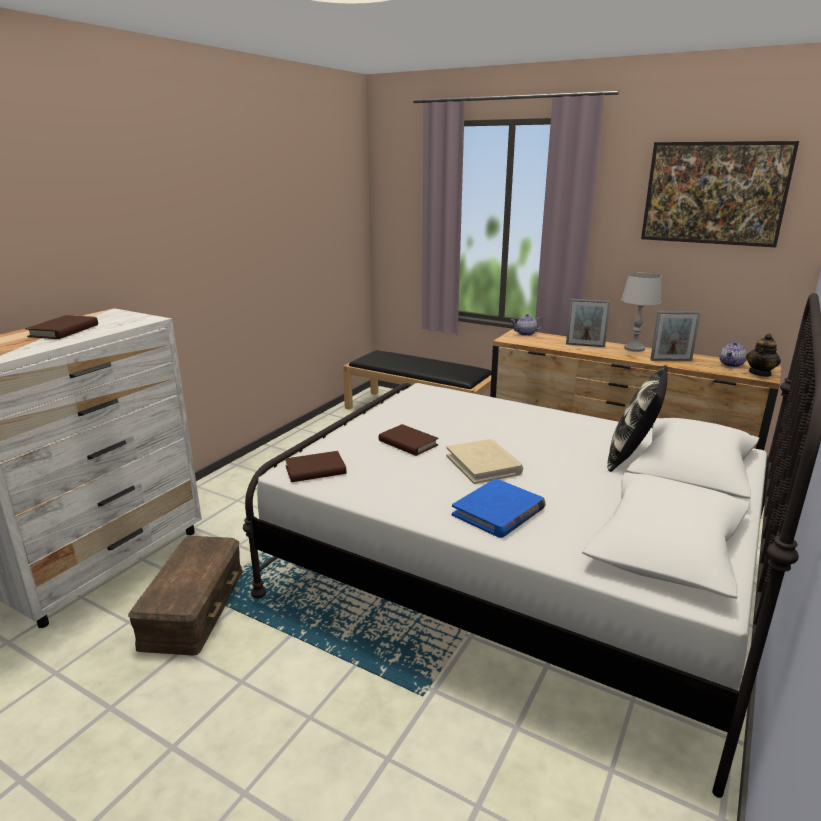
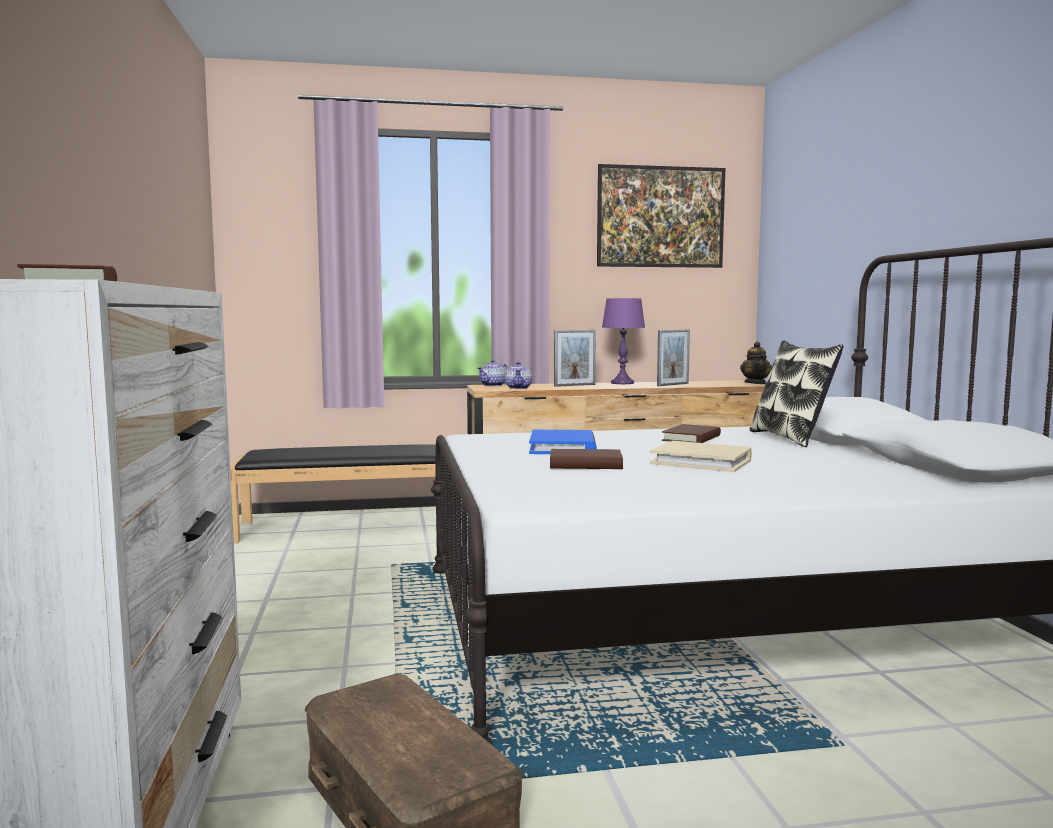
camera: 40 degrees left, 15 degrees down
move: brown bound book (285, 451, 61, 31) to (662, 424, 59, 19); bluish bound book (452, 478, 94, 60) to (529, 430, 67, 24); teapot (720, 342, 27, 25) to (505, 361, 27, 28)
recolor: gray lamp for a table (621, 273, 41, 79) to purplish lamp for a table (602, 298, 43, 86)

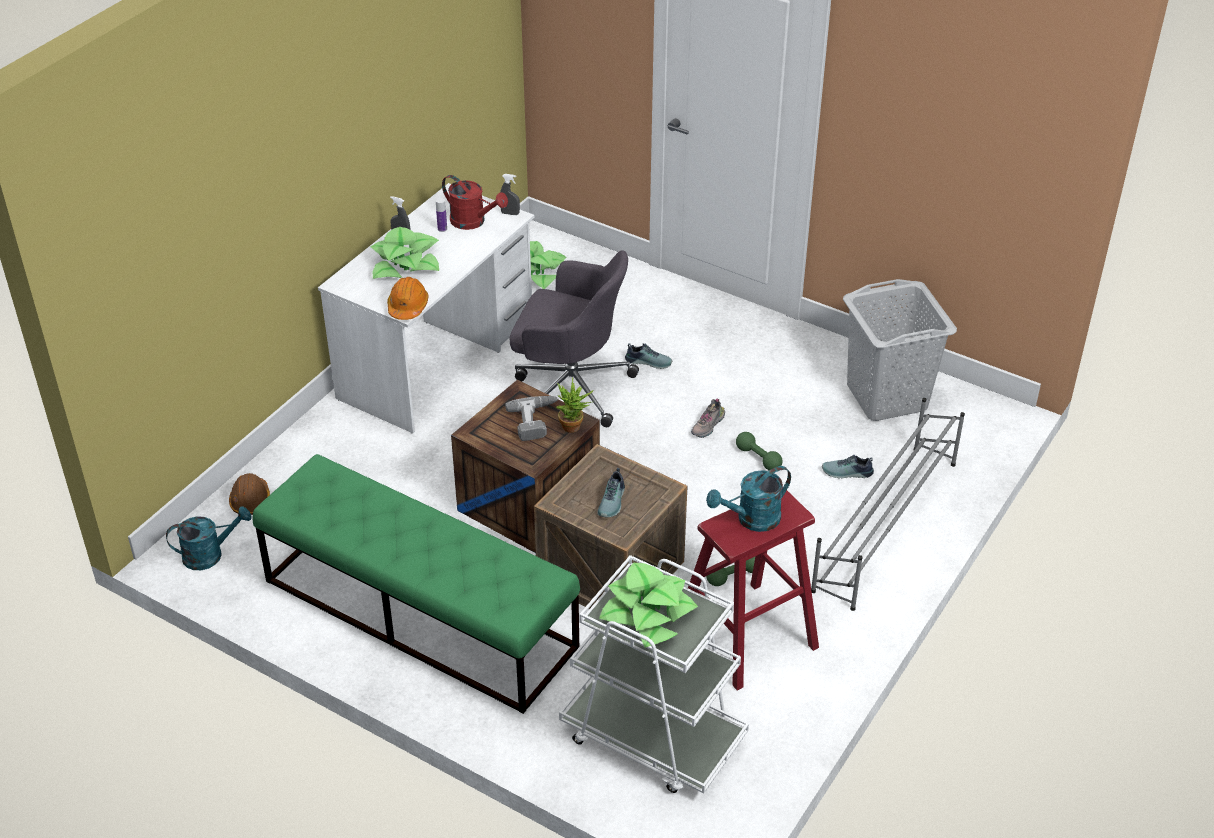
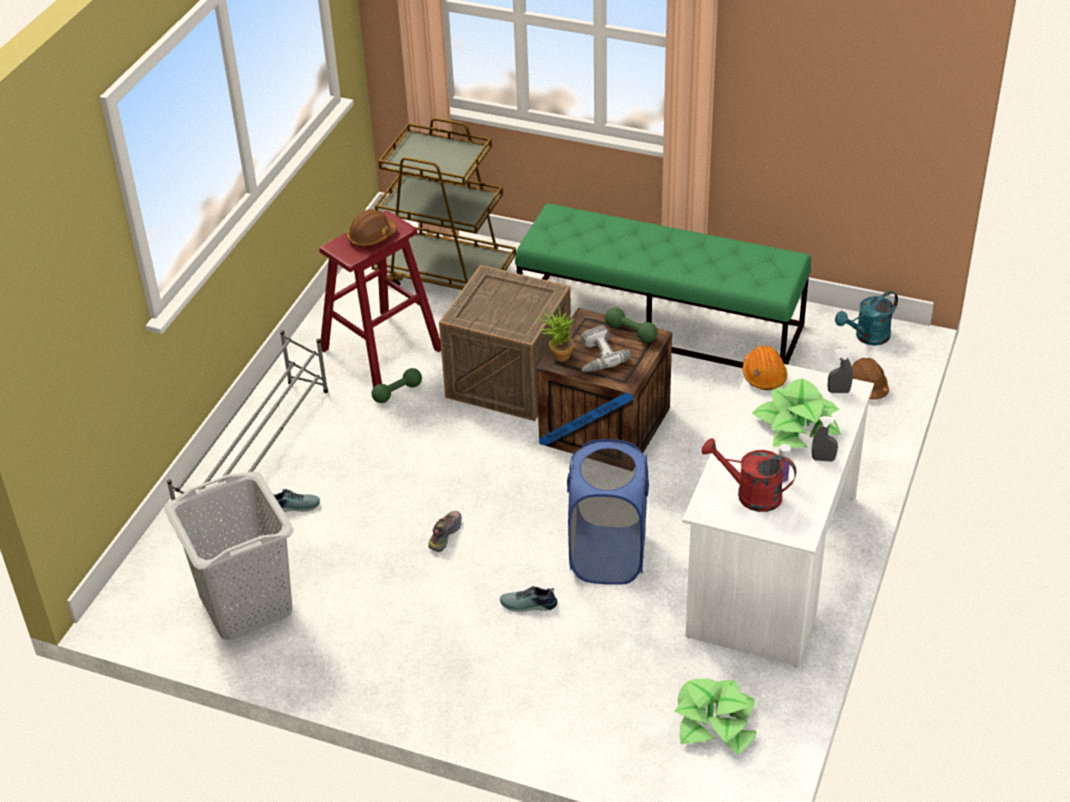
camera: 170 degrees right, 0 degrees up
delete: shoe (598, 468, 27, 50); plant in a pot (599, 563, 99, 85)
move: gray hand sprayer (500, 174, 20, 41) to (828, 349, 25, 44); greenish dumbbell (736, 432, 47, 38) to (605, 308, 53, 35)
replace: gray computer chair (510, 250, 129, 177) to bluish hamper (567, 439, 82, 146); turquoise sprinkling can (706, 466, 85, 66) to brown work helmet (347, 209, 50, 38)
recolor: white-coloured wheeled cart (559, 555, 190, 238) to brown wheeled cart (371, 118, 145, 172)

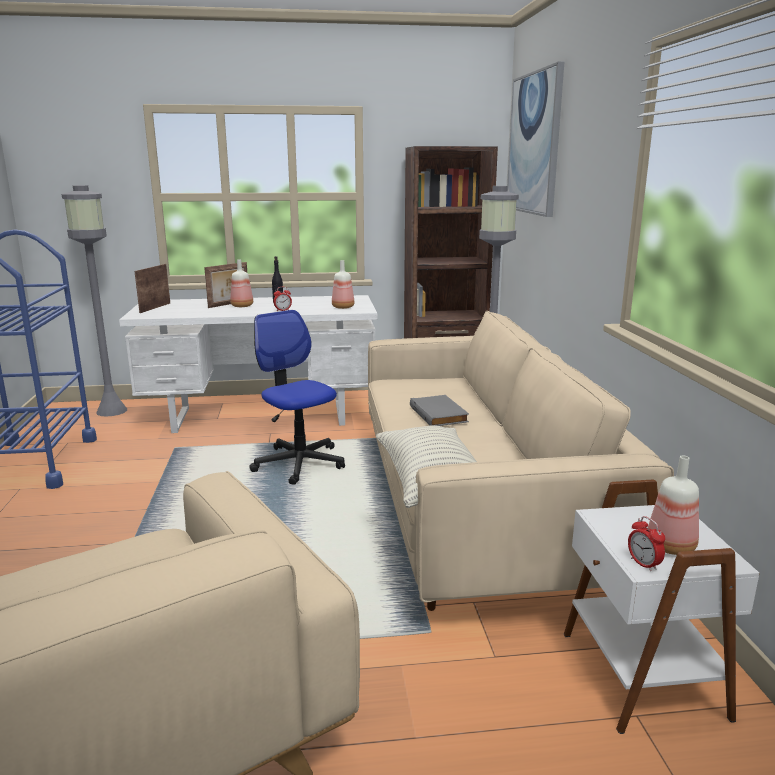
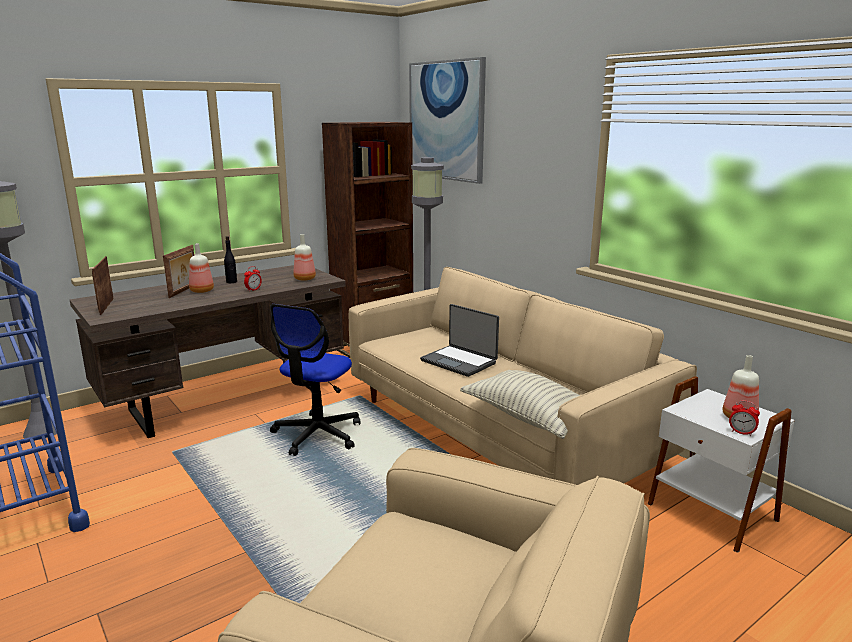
camera: 30 degrees left, 0 degrees up
replace: gray bound book (410, 395, 59, 31) to laptop (420, 304, 79, 73)
recolor: white-coloured desk table (119, 295, 258, 138) to brown desk table (70, 265, 276, 173)
rotate: computer chair (249, 310, 96, 175) = (270, 304, 90, 152) 90 degrees counterclockwise

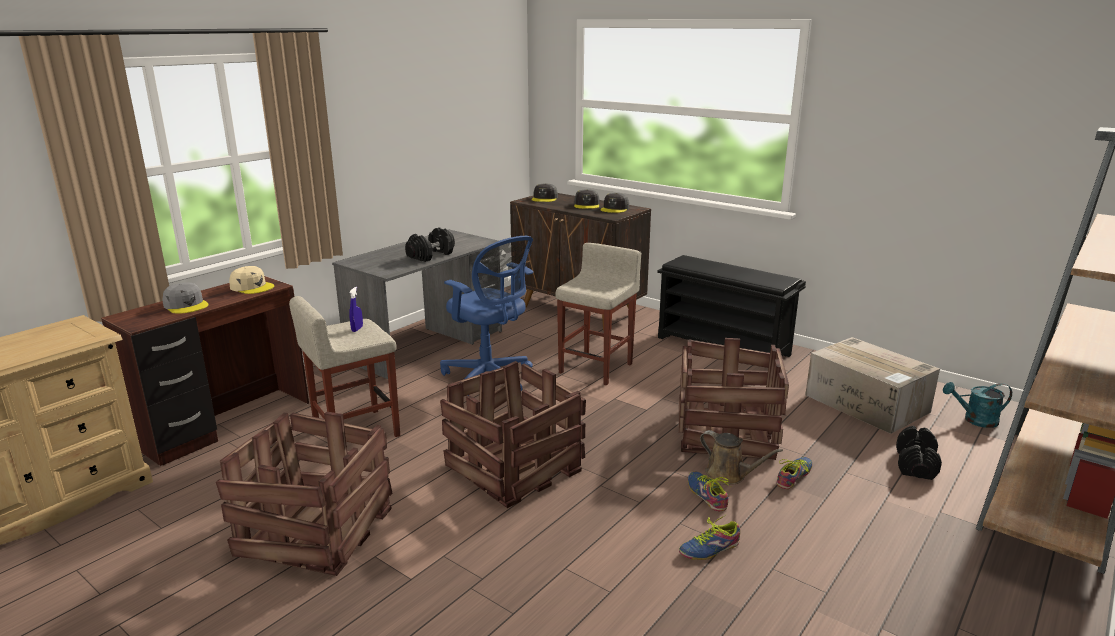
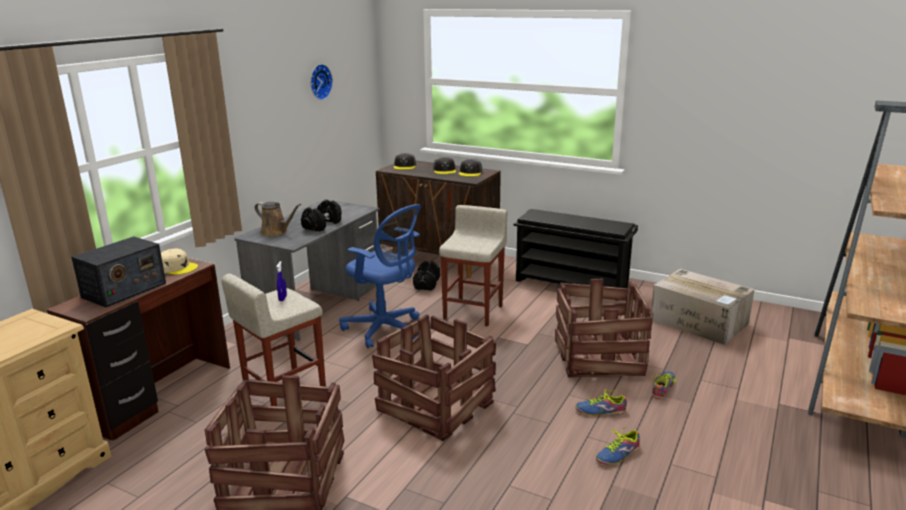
camera: 10 degrees left, 0 degrees up
delete: turquoise sprinkling can (943, 382, 69, 46)
insert: hanging clock (310, 64, 23, 36)
move: brown sprinkling can (700, 430, 83, 55) to (255, 202, 46, 35); black dumbbell (896, 426, 46, 54) to (413, 261, 27, 29)
replace: gray baseball cap (162, 282, 47, 32) to radio set (72, 237, 94, 71)
rotate: shoe (688, 471, 42, 40) = (575, 389, 52, 27) 60 degrees counterclockwise

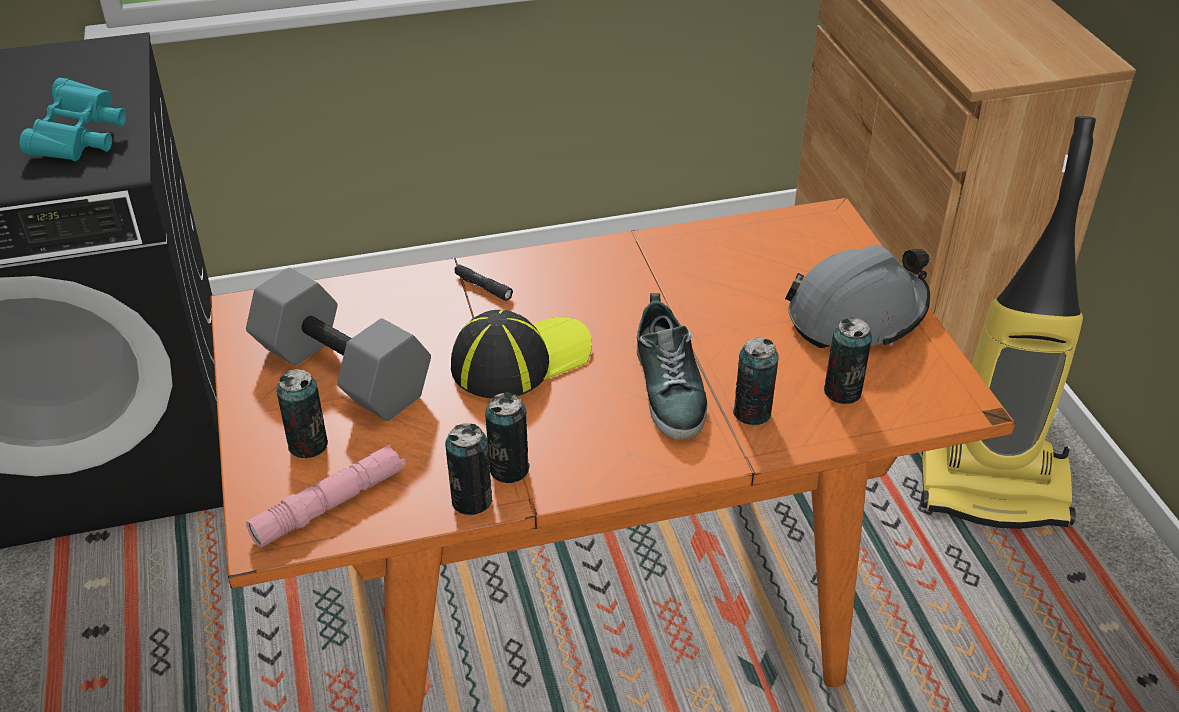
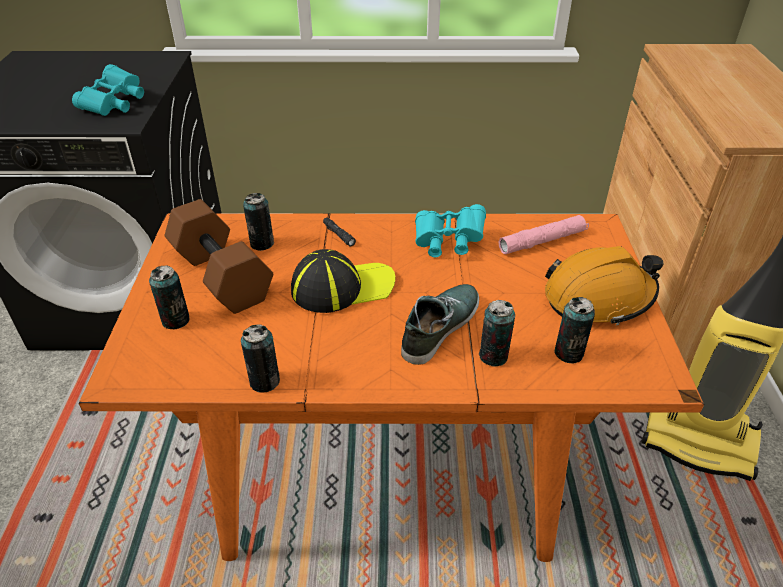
camera: 15 degrees right, 0 degrees up
insert: turquoise field glasses (415, 204, 71, 53)
move: pink flashlight (246, 445, 160, 102) to (499, 215, 90, 39); sealed can (485, 393, 45, 90) to (243, 193, 31, 58)
recolor: gray dumbbell (246, 268, 185, 153) to brown dumbbell (165, 199, 108, 115); gray work helmet (785, 244, 145, 104) to orange work helmet (545, 246, 118, 80)
rotate: shoe (637, 293, 70, 147) = (401, 284, 78, 81) 150 degrees counterclockwise

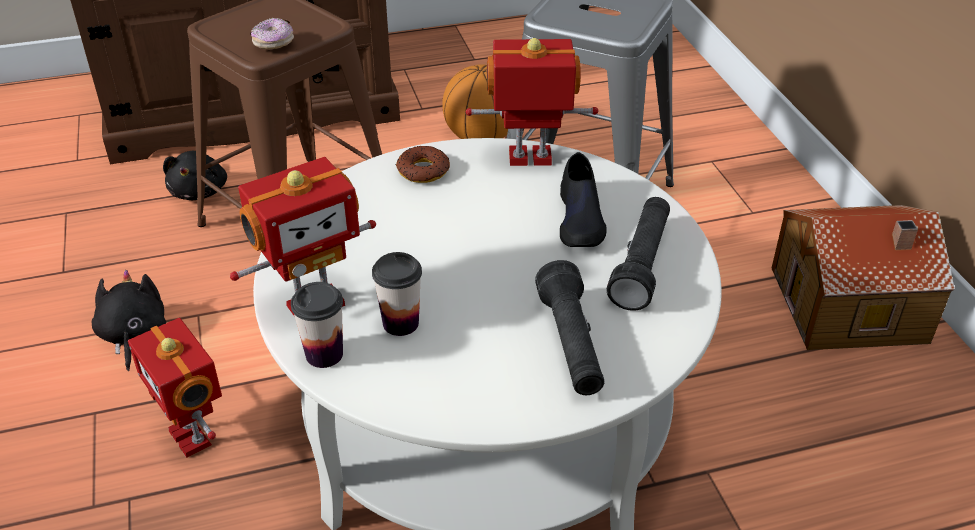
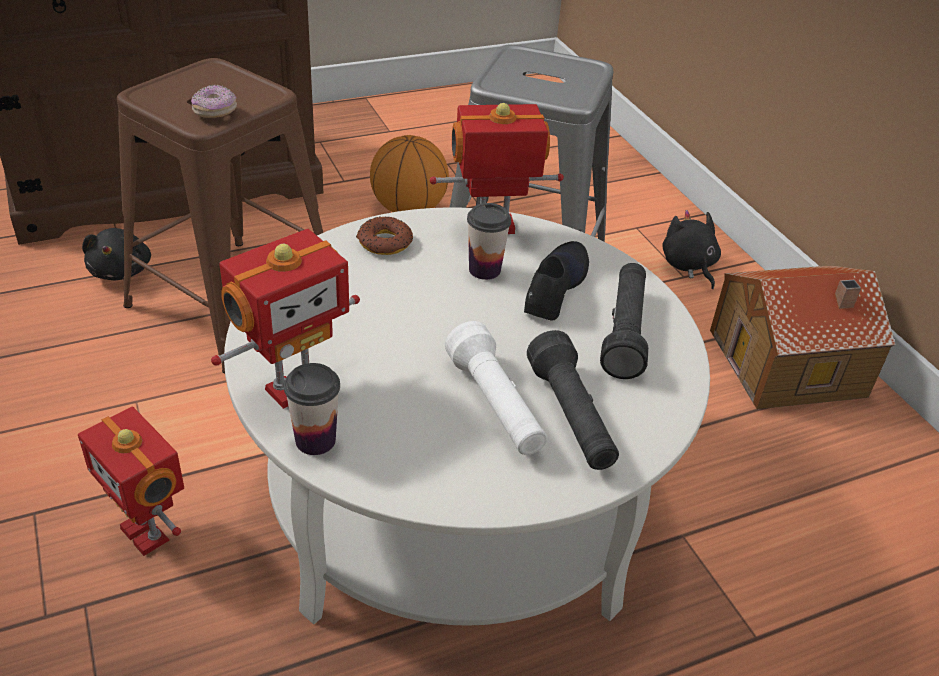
camera: 10 degrees left, 0 degrees up
insert: white-coloured flashlight (445, 321, 102, 134)
move: black soft toy (92, 270, 74, 101) to (662, 210, 59, 79); small cup (372, 252, 50, 84) to (467, 203, 44, 77)
rotate: black shoe (560, 152, 47, 95) = (524, 241, 65, 79) 150 degrees counterclockwise

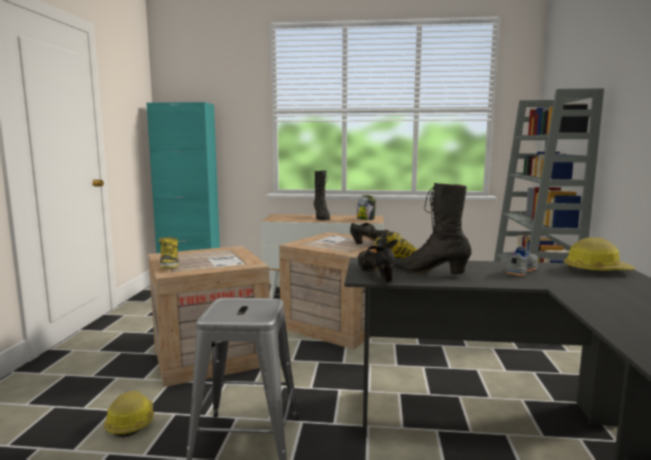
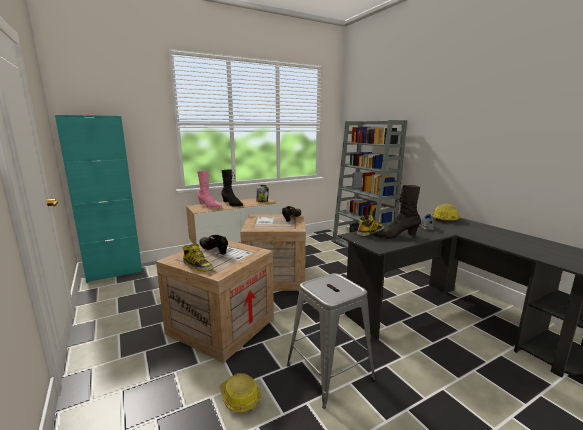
camera: 35 degrees left, 5 degrees up
insert: pink boot (197, 171, 25, 38)
move: black shoe (358, 246, 38, 36) to (200, 235, 28, 19)

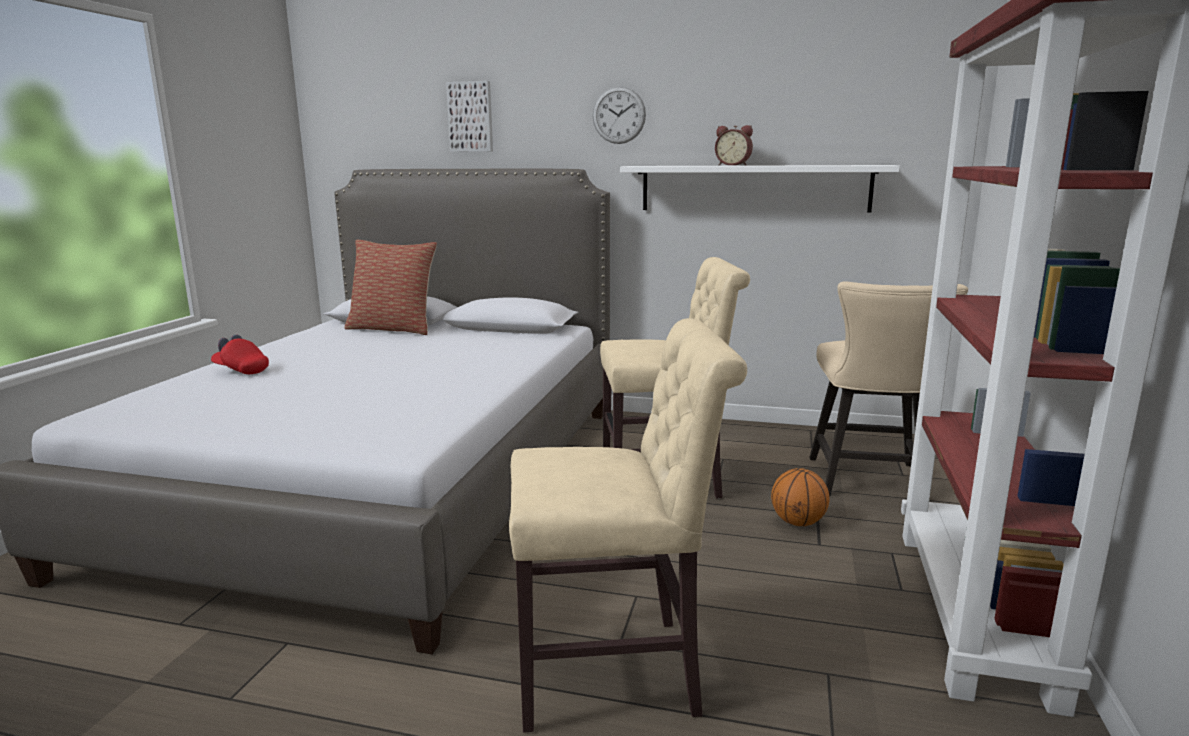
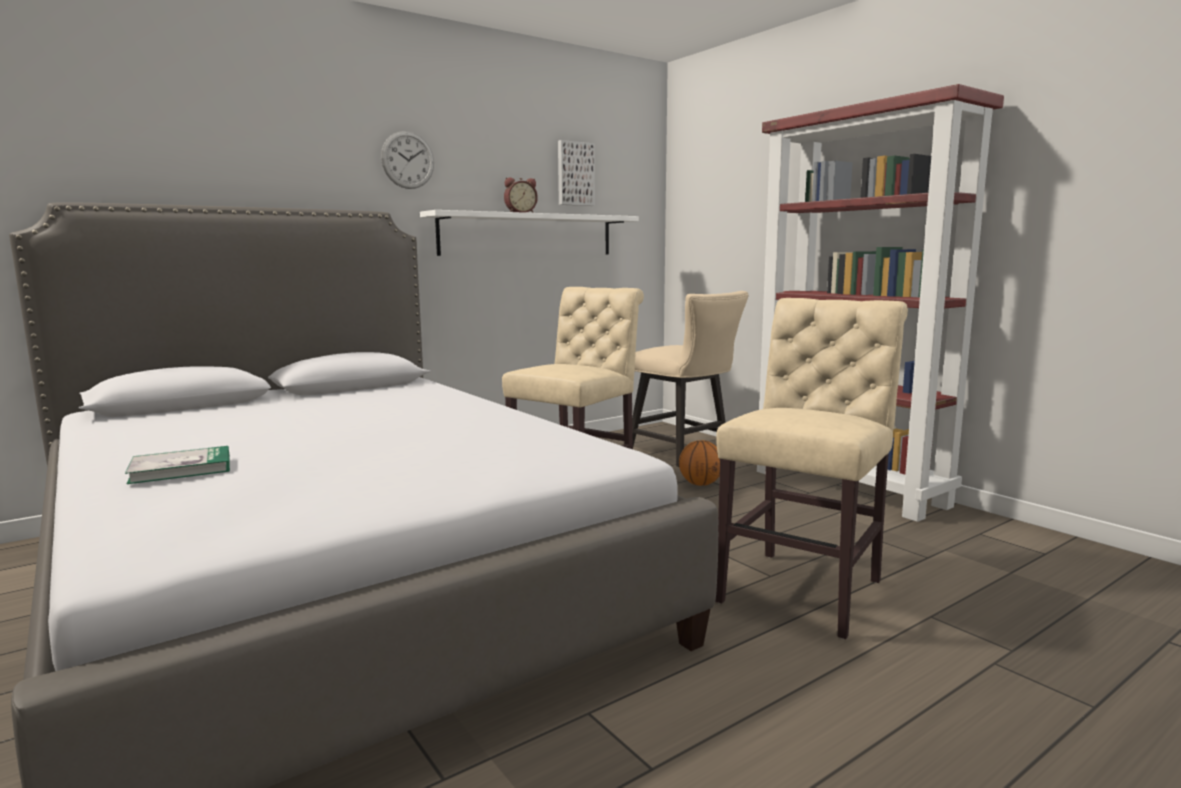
camera: 50 degrees left, 5 degrees down
delete: cushion (344, 239, 93, 96)
move: wall picture (446, 81, 47, 71) to (558, 140, 37, 66)
replace: red-coloured baseball cap (211, 334, 58, 40) to bound book (125, 446, 105, 38)

